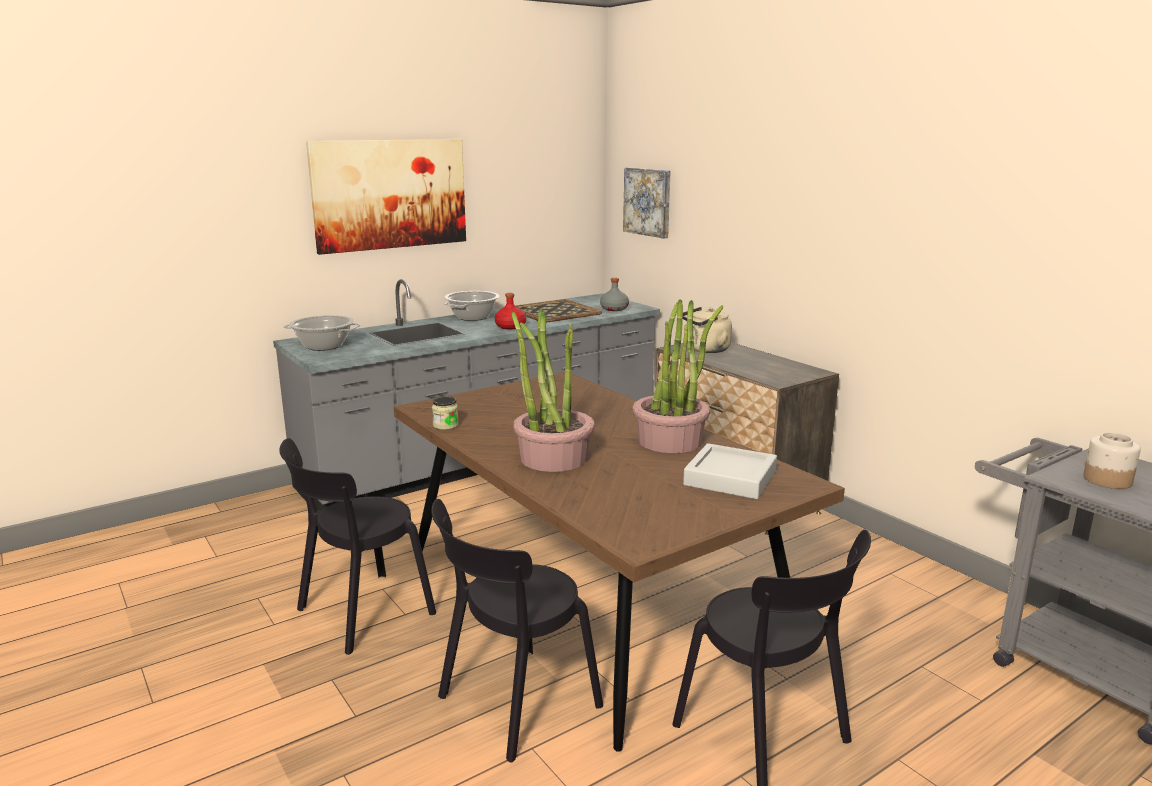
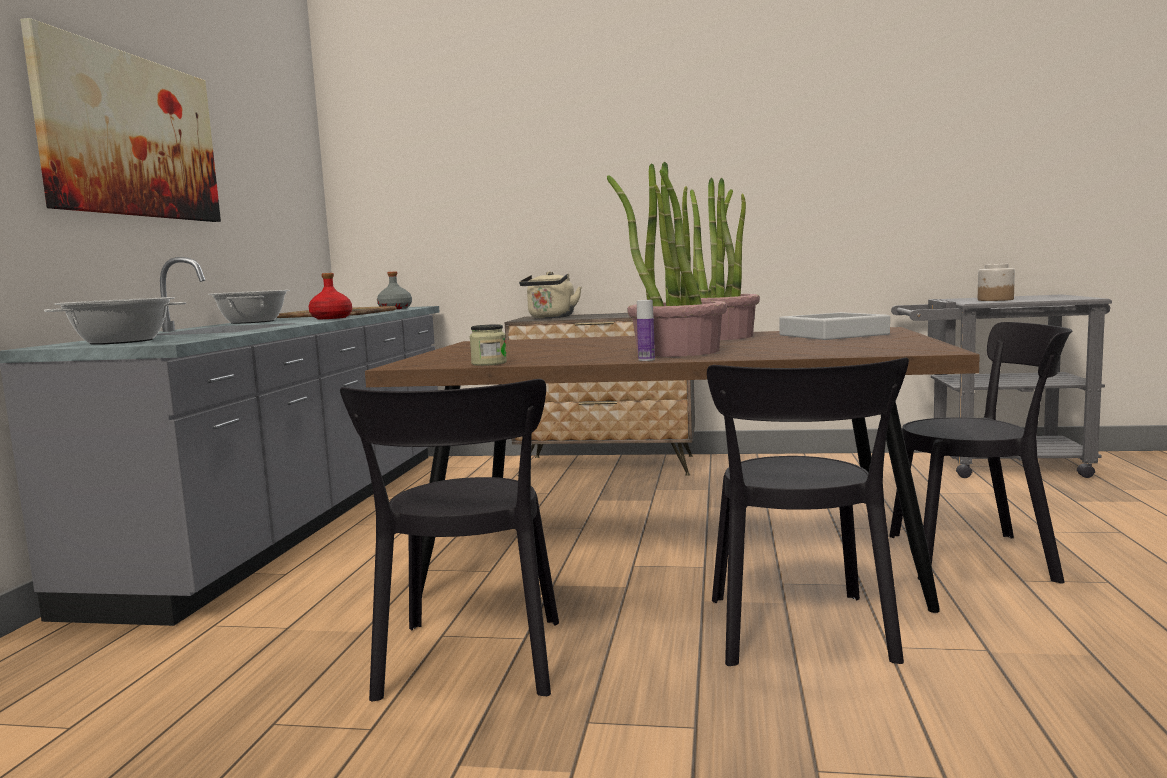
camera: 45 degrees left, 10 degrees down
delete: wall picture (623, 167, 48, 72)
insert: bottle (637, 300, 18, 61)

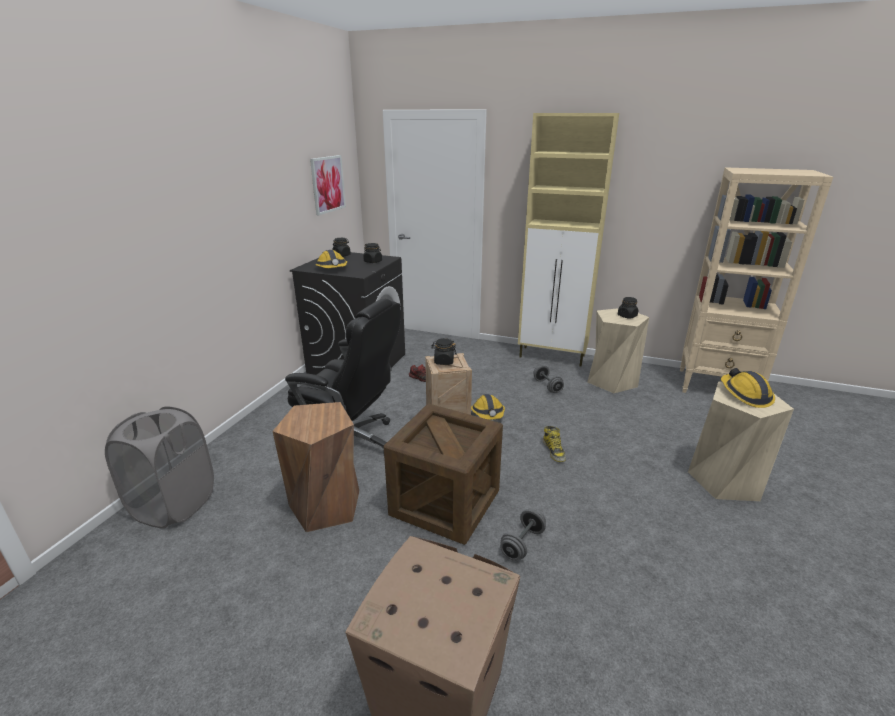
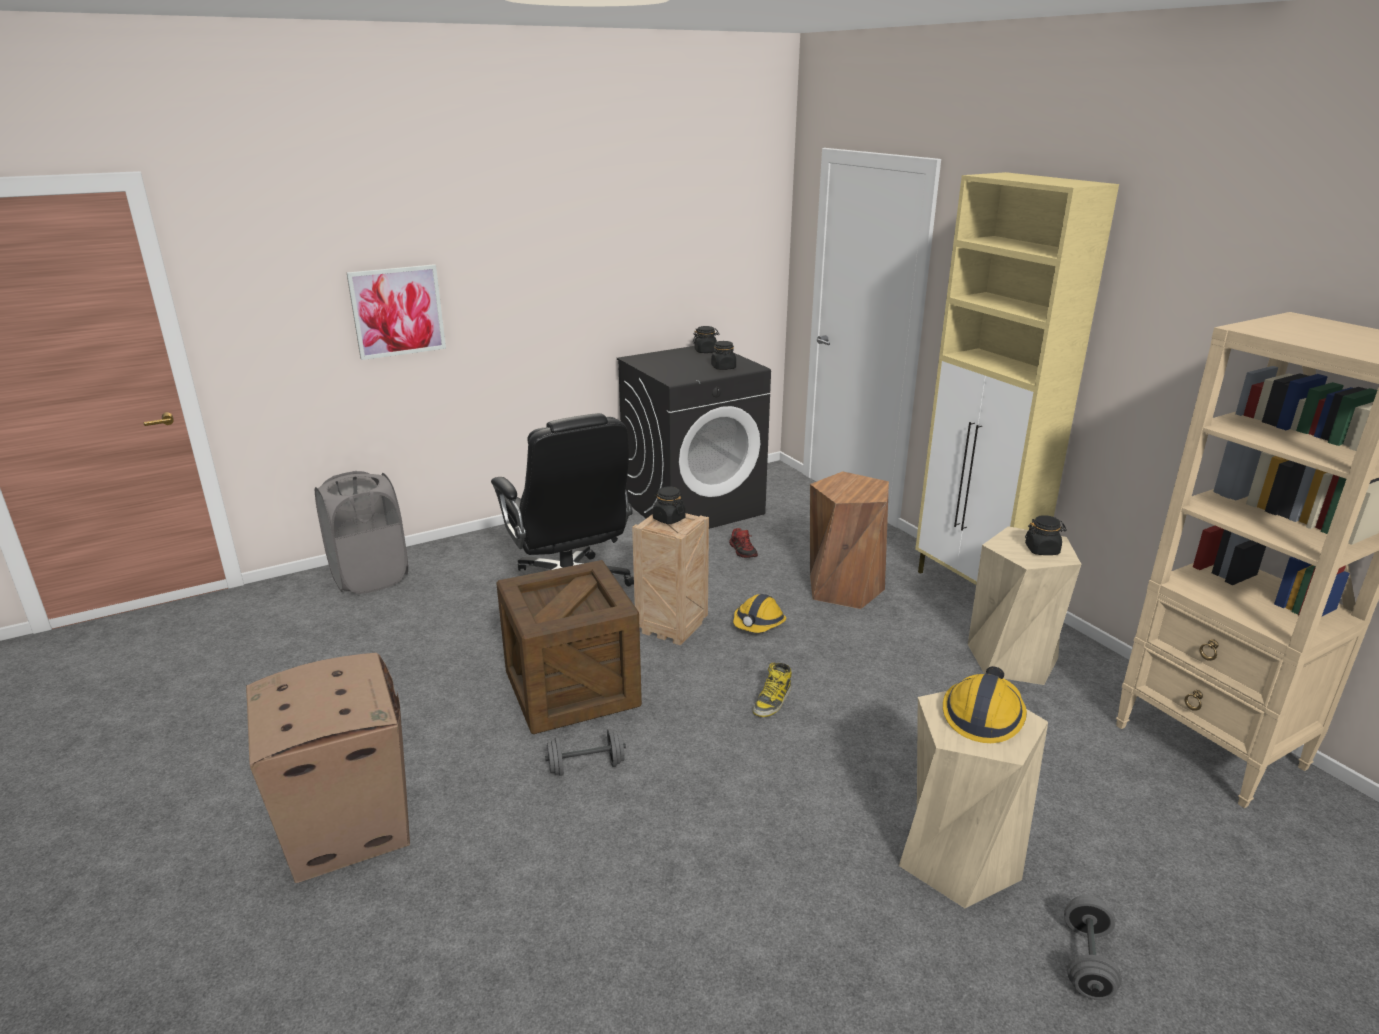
camera: 40 degrees right, 0 degrees up
delete: work helmet (316, 250, 31, 18)
move: brown stool (273, 402, 87, 130) to (810, 471, 79, 138); wall picture (310, 155, 36, 60) to (347, 264, 99, 96); gray dumbbell (533, 365, 31, 28) to (1064, 895, 58, 105)

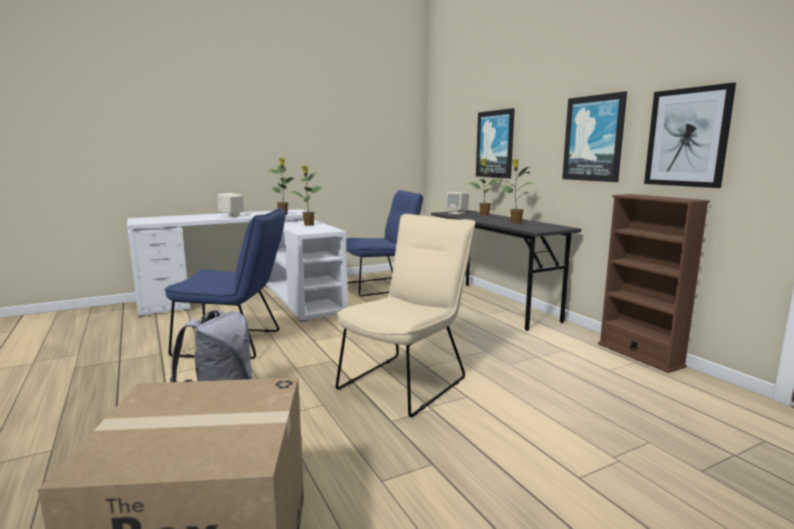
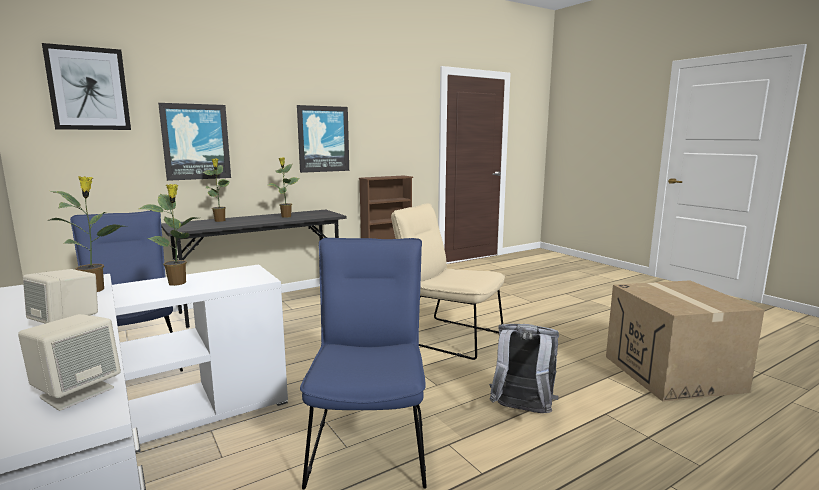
camera: 95 degrees left, 0 degrees up
move: sand-coloured loudspeaker (446, 192, 23, 22) to (18, 314, 103, 97); wall picture (644, 83, 92, 105) to (42, 43, 89, 87)

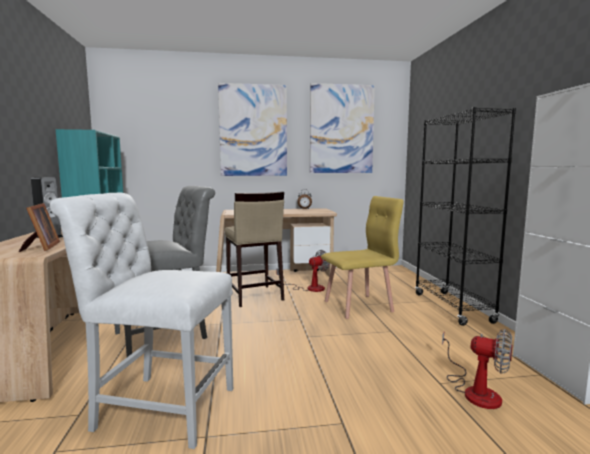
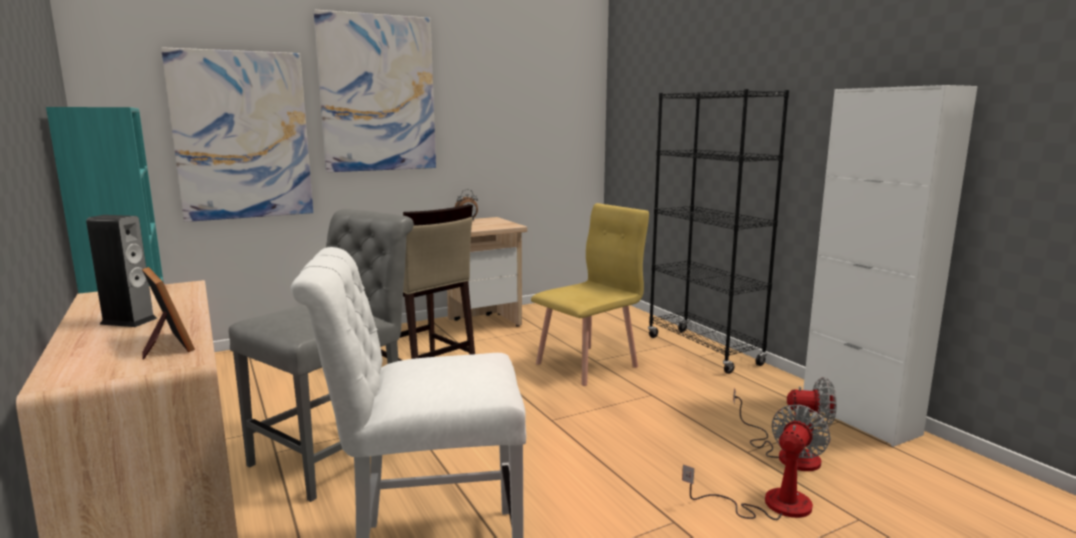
camera: 20 degrees left, 5 degrees up
move: electric fan (276, 250, 54, 42) to (682, 405, 149, 115); wall picture (310, 83, 65, 90) to (161, 47, 152, 175)

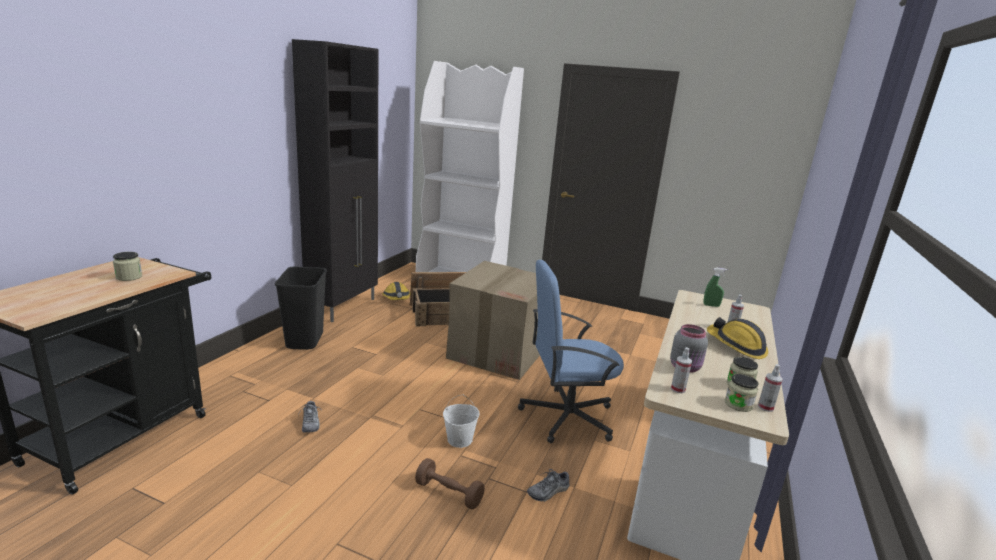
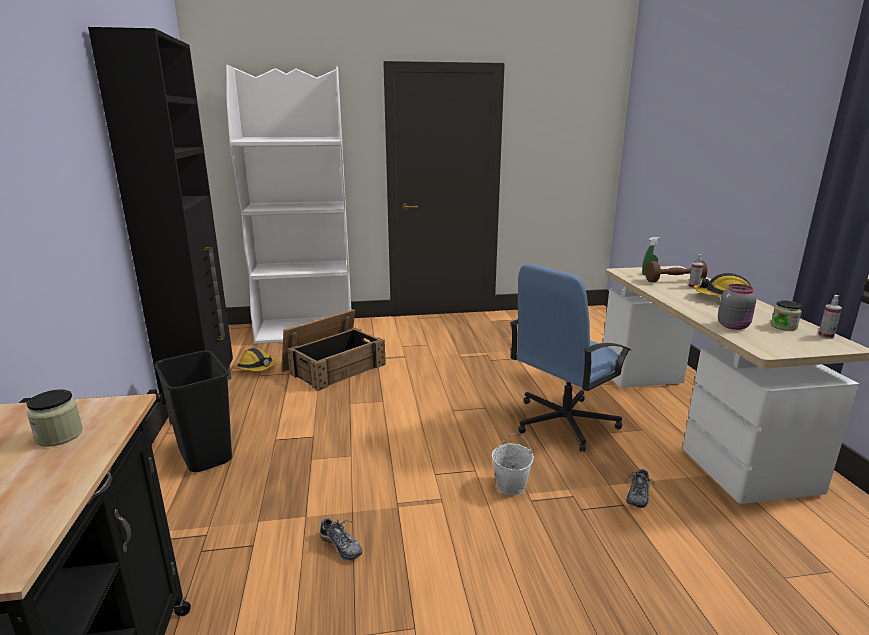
camera: 30 degrees left, 0 degrees up
delete: packing box (446, 261, 94, 119); hand sprayer (671, 347, 21, 46); preserve jar (725, 374, 34, 38)
move: brown dumbbell (415, 458, 70, 51) to (645, 261, 63, 21)

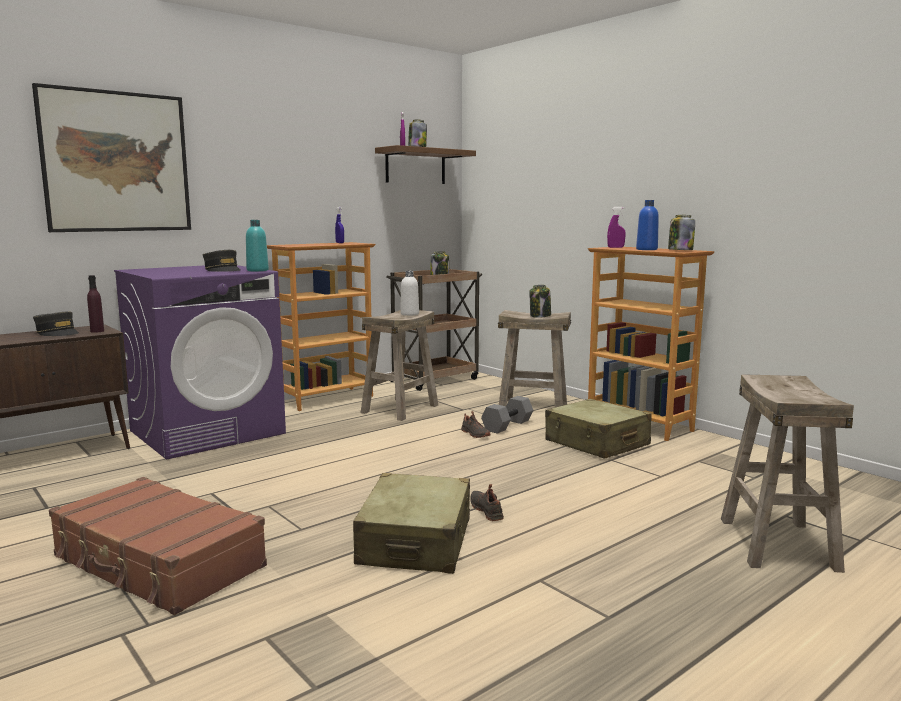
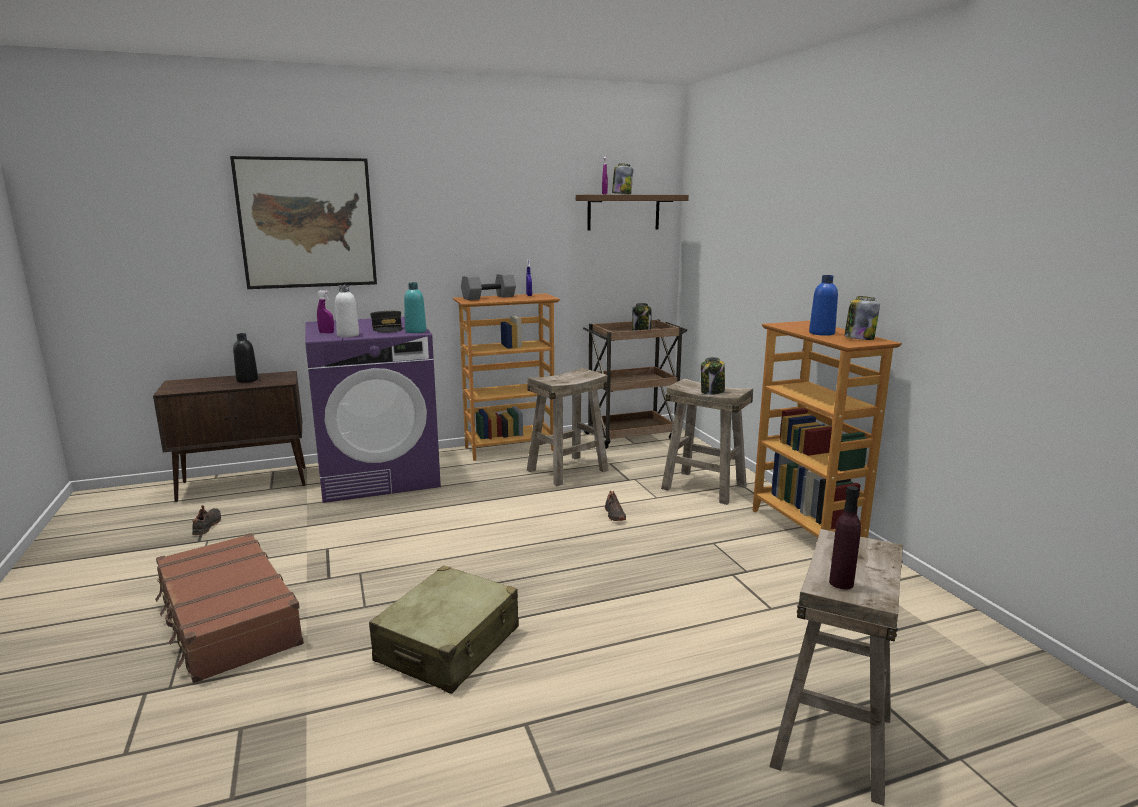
camera: 20 degrees right, 5 degrees up
delete: sand-coloured travel case (545, 399, 107, 60)
move: purplish bottle (87, 275, 17, 58) to (829, 486, 32, 104); white-coloured bottle (400, 271, 19, 45) to (335, 285, 24, 52); black shoe (470, 484, 34, 37) to (192, 505, 29, 30); gray dumbbell (481, 396, 52, 38) to (461, 273, 55, 27); purplish hand sprayer (607, 207, 19, 41) to (317, 290, 17, 43)
replace: gray baseball cap (33, 311, 46, 25) to black bottle (233, 333, 25, 50)

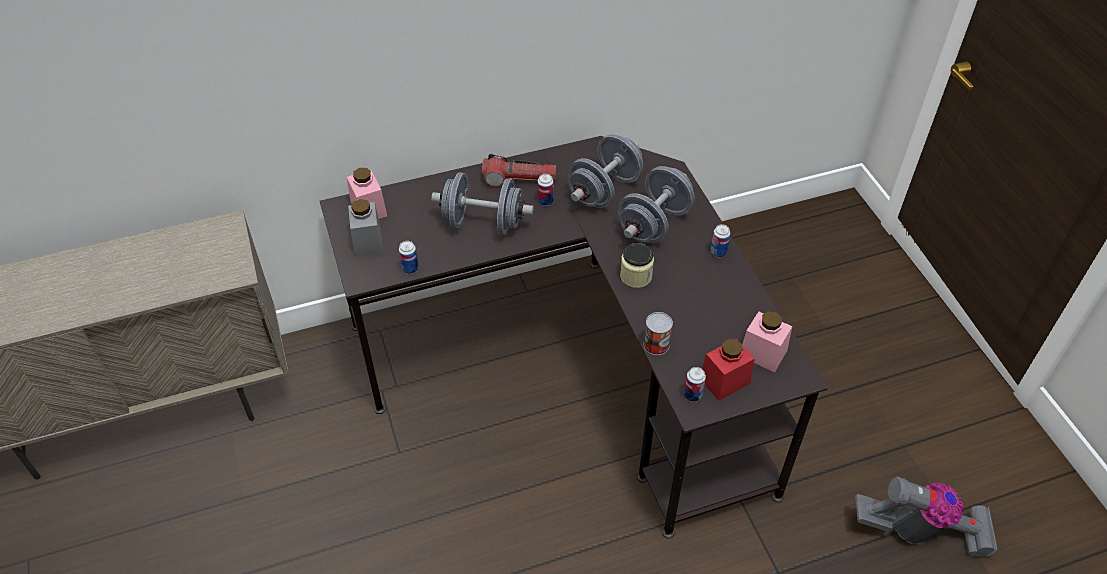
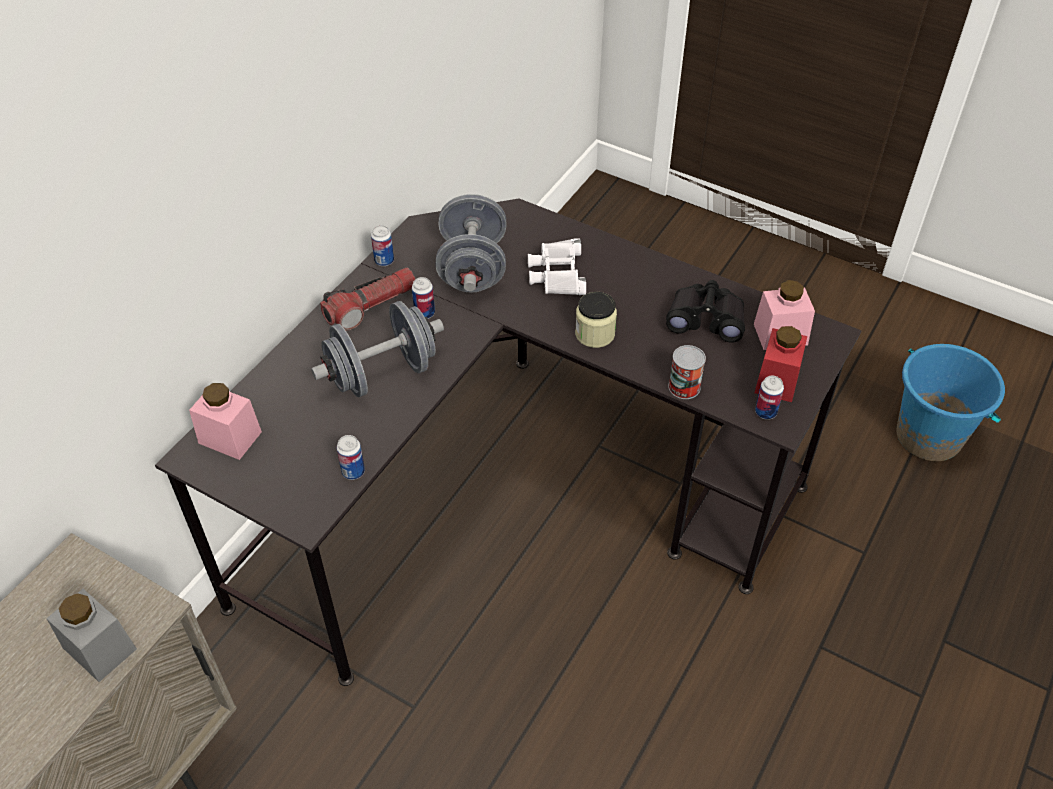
camera: 40 degrees left, 0 degrees up
insert: black field glasses (666, 280, 79, 63)
move: gray preserve jar (348, 199, 35, 57) to (46, 589, 91, 93); sealed can (710, 224, 20, 34) to (371, 225, 23, 41)
replace: gray dumbbell (618, 166, 77, 77) to white-coloured field glasses (528, 238, 58, 57); vacuum cleaner (855, 476, 143, 81) to bluish bucket (896, 344, 109, 117)

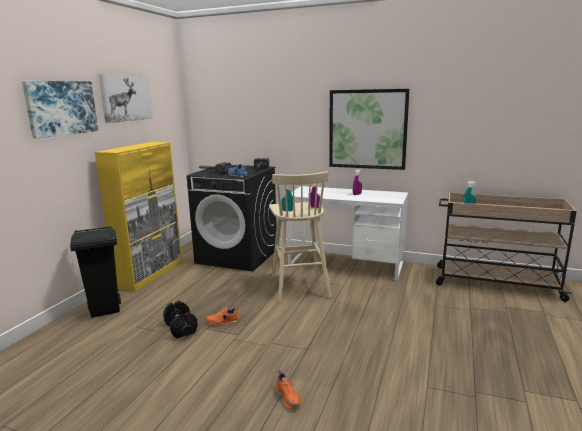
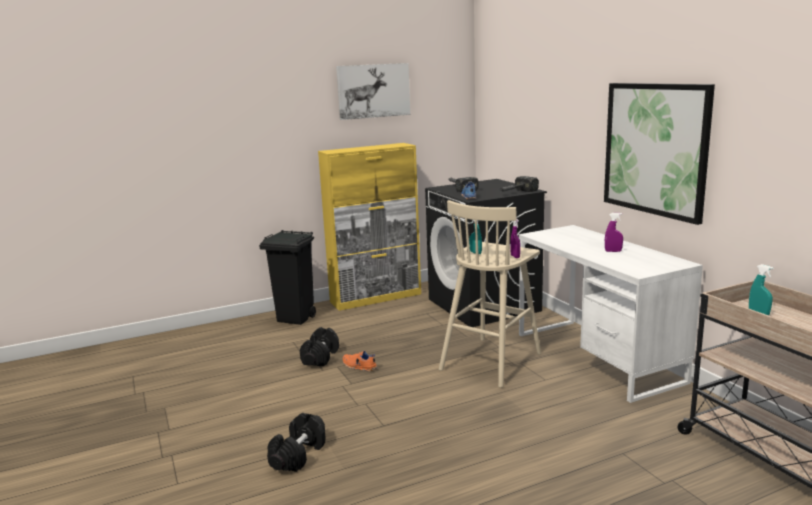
camera: 45 degrees right, 0 degrees up
delete: wall picture (22, 81, 76, 57)
replace: orange shoe (275, 370, 26, 38) to black dumbbell (267, 413, 59, 59)

